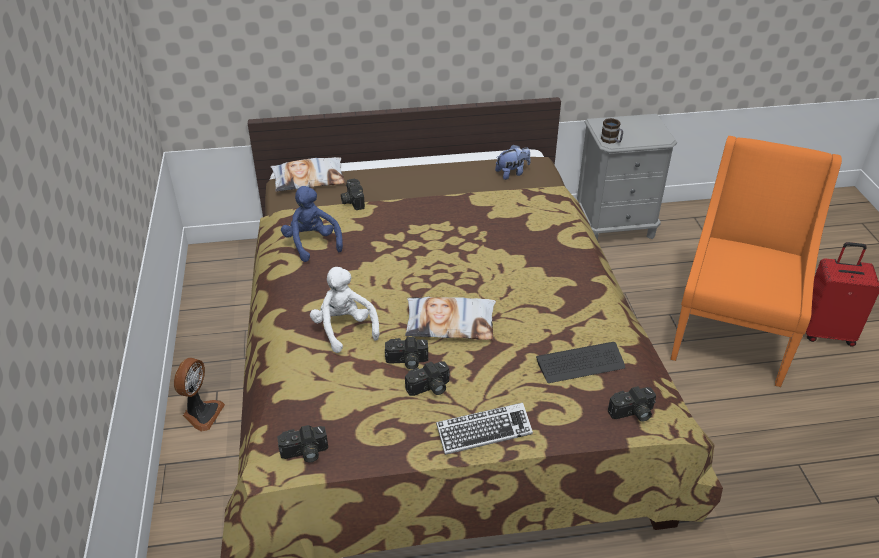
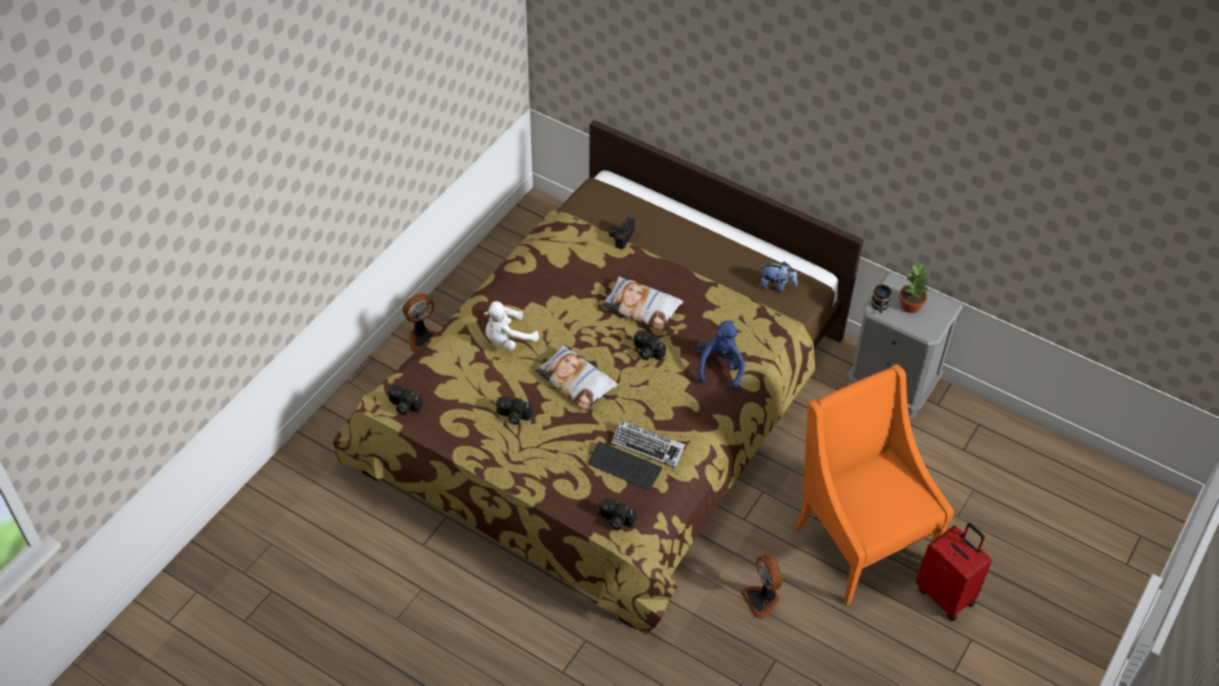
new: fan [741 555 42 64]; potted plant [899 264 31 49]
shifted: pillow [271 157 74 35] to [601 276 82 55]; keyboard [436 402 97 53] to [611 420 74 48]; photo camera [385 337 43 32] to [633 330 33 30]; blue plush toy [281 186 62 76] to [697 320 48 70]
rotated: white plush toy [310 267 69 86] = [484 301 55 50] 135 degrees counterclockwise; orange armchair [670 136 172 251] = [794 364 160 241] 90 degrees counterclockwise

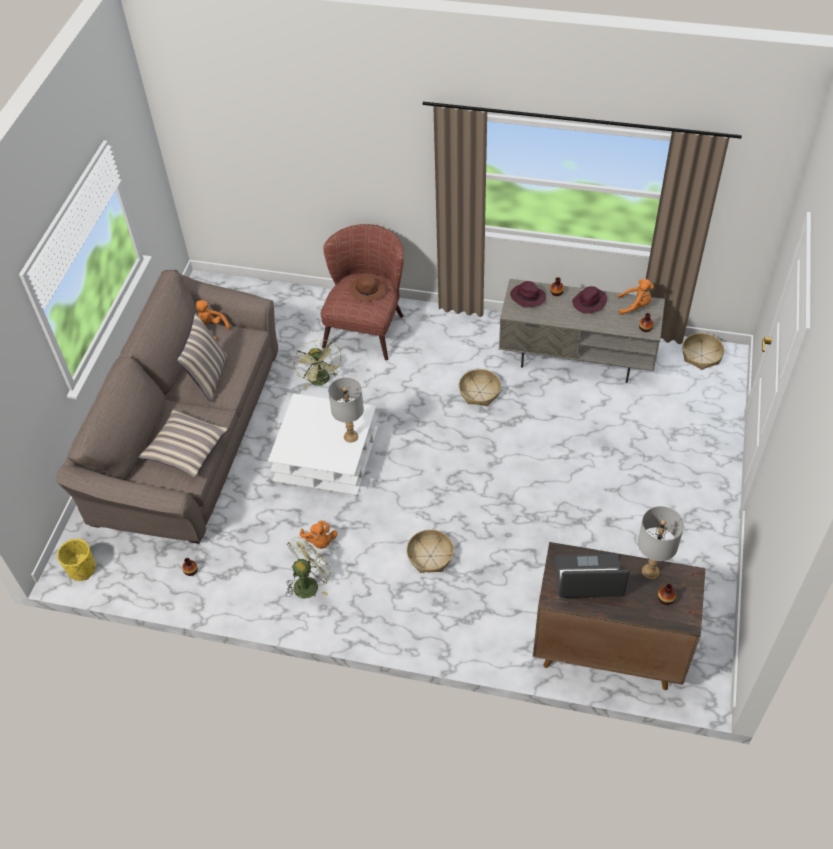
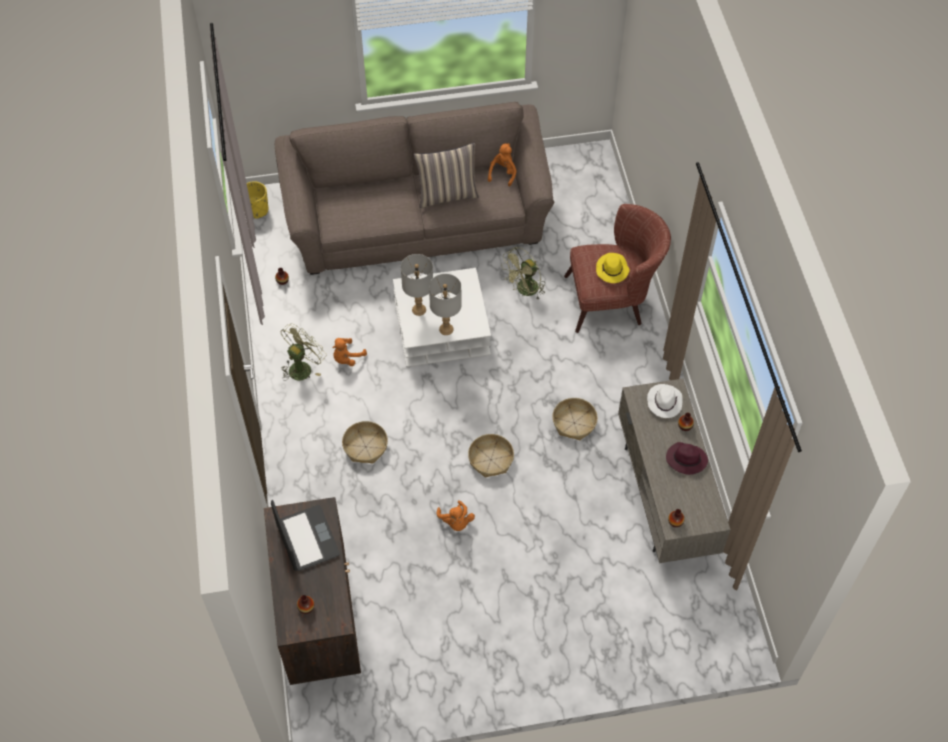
gone: pillow [138 408 92 69]
shifted: grey table lamp [638 506 46 73] to [401 254 32 62]; orange plush toy [617 279 37 36] to [437 500 38 31]; basket [682 333 43 37] to [468 434 46 43]
repainted: brown hat [350 275 35 27] to yellow hat [596 253 34 30]; purple hat [510 281 36 27] to white hat [647 384 36 34]
rotated: green fan [286 537 48 61] = [280 323 46 58] 75 degrees counterclockwise

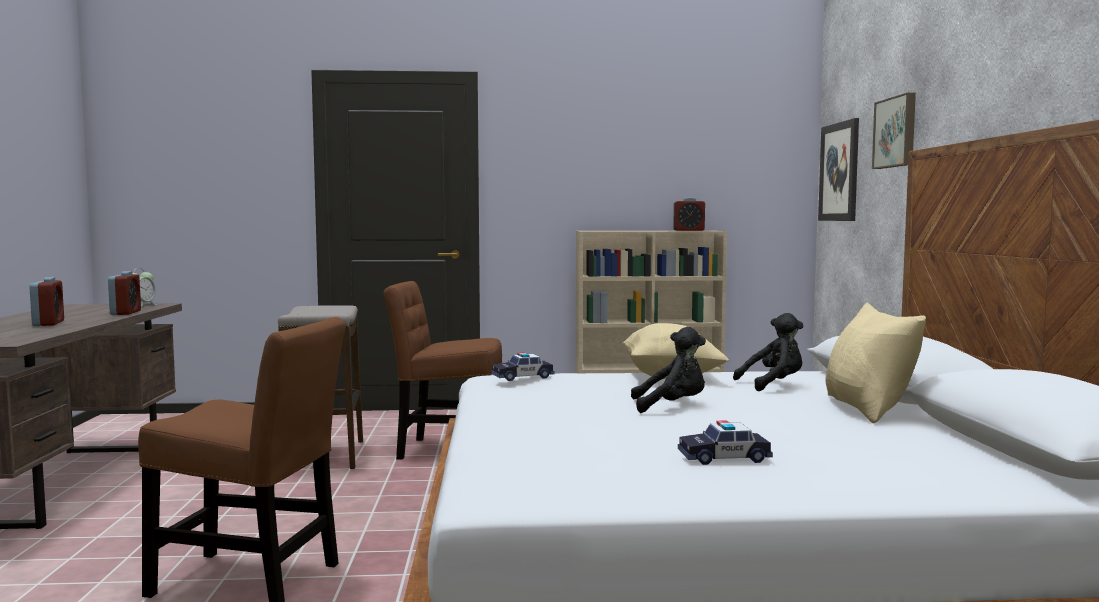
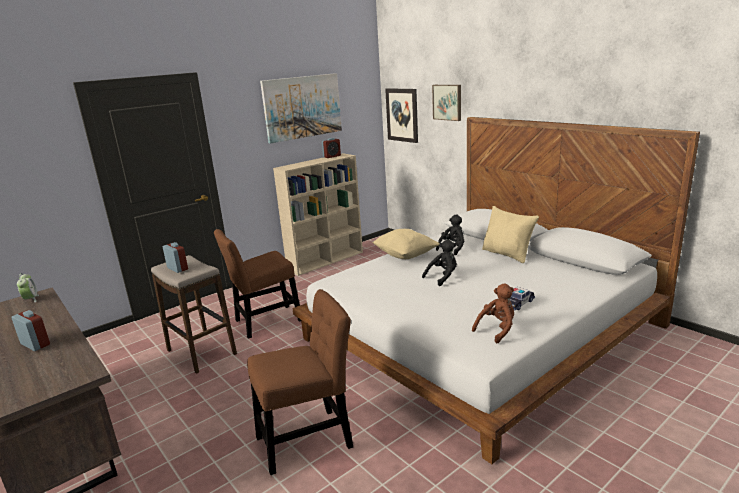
gone: toy car [491 352 63 29]
new: picture [260 73 82 71]; brown plush toy [472 283 42 60]
shifted: alarm clock [108 271 33 44] to [163 242 25 31]

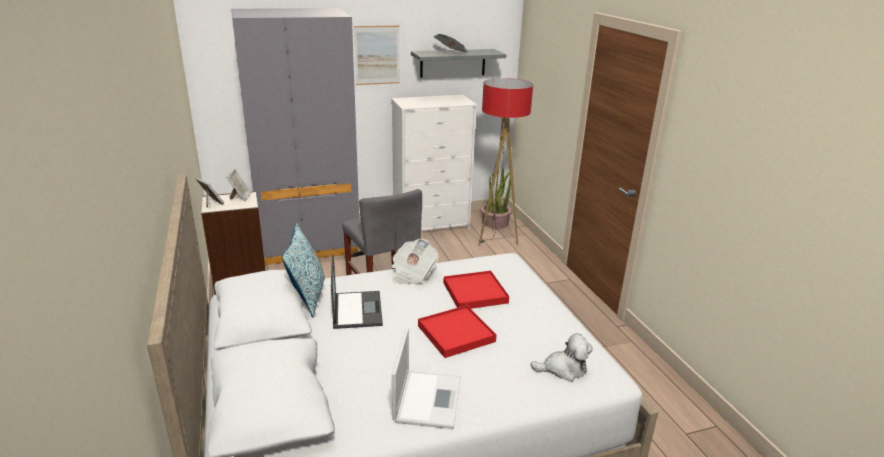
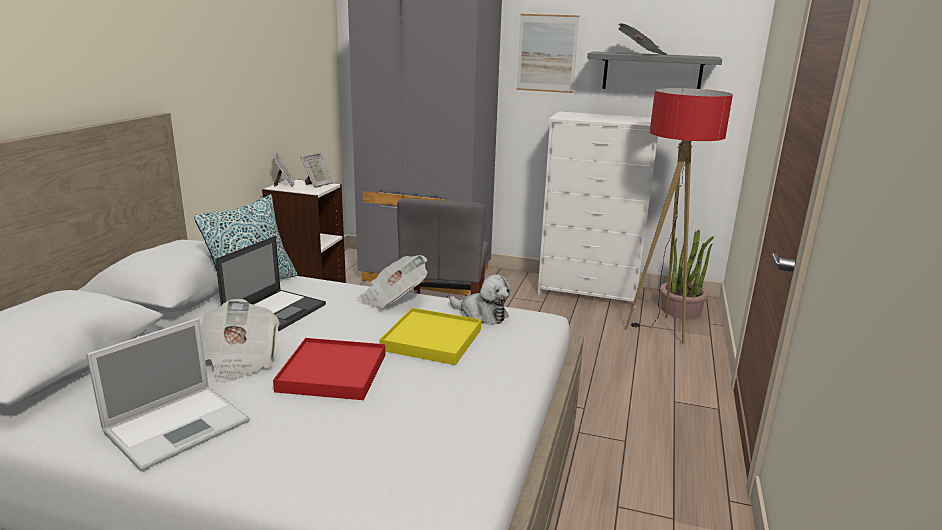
new: newspaper [200 299 80 84]
shifted: plush toy [530 333 63 49] to [450 274 61 51]
repainted: red tray [443 271 66 38] to yellow tray [379 308 102 57]

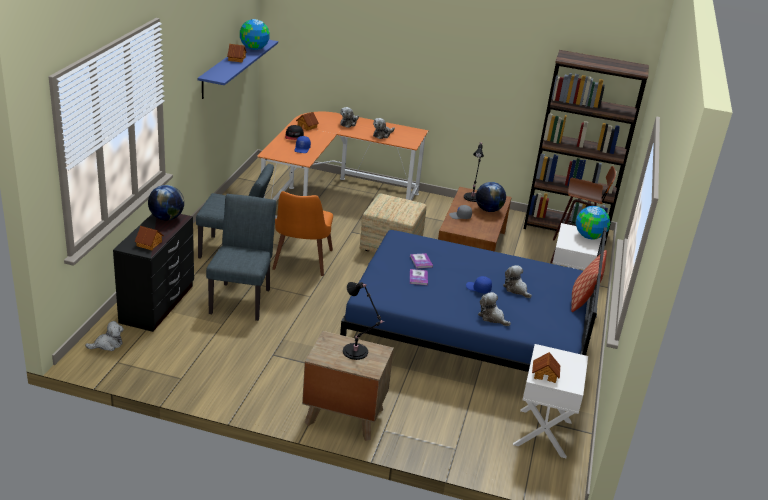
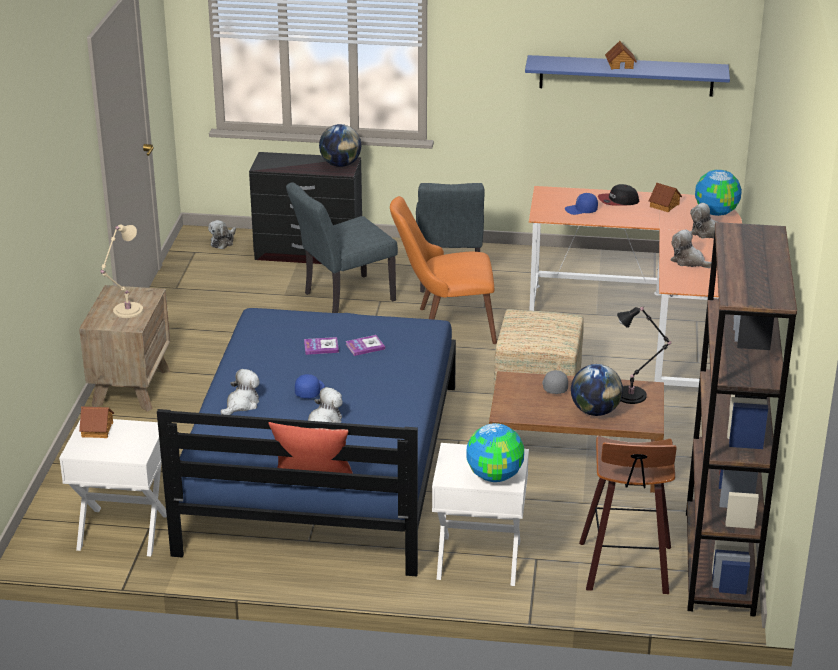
gone: toy house [135 226 29 24]
shifted: globe [240 19 30 31] to [695 170 47 46]
repainted: black table lamp [343 282 41 78] to beige table lamp [100 224 43 94]
rotated: plush toy [85 321 39 30] = [208 220 28 29] 60 degrees clockwise; grey chair [206 194 70 127] = [286 182 112 131] 150 degrees clockwise

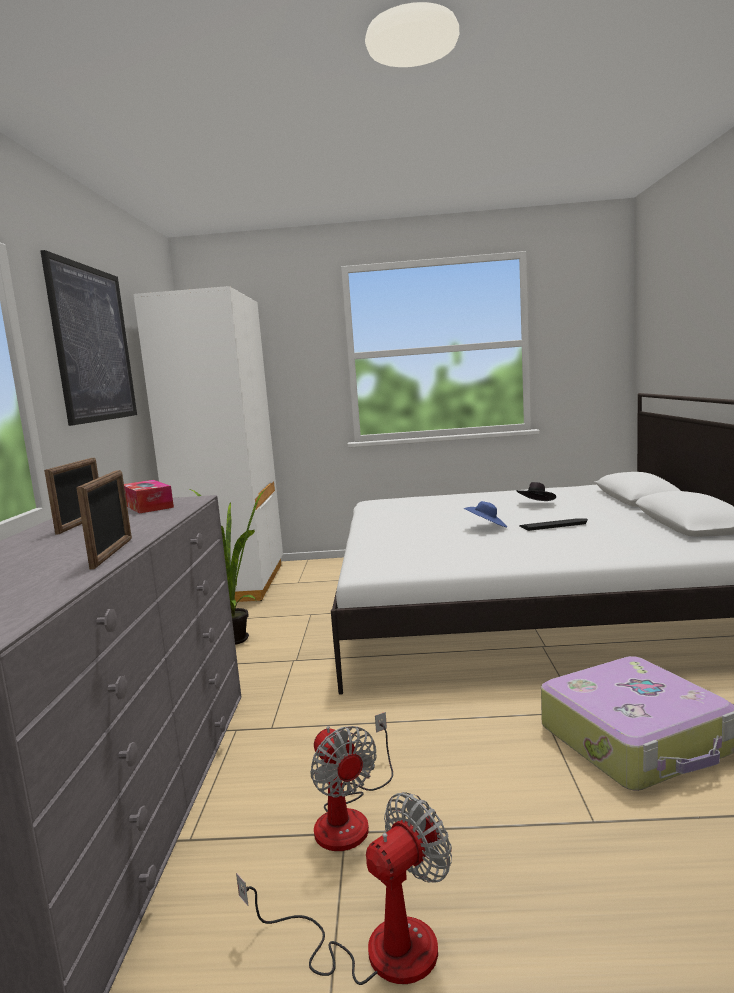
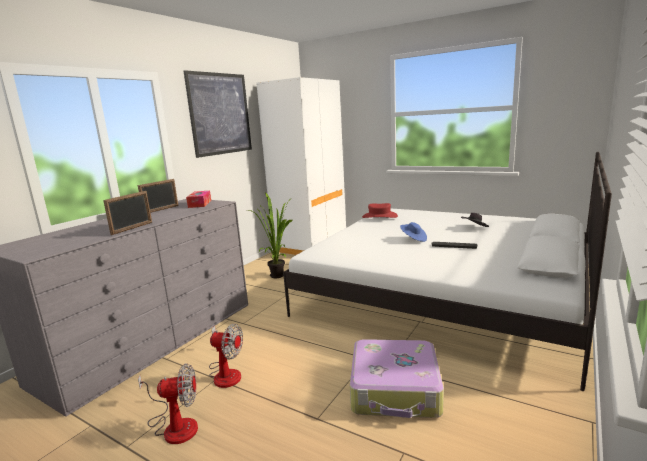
new: red hat [362 203 36 15]
rotated: fan [310 712 83 139] = [209 324 34 64] 75 degrees counterclockwise

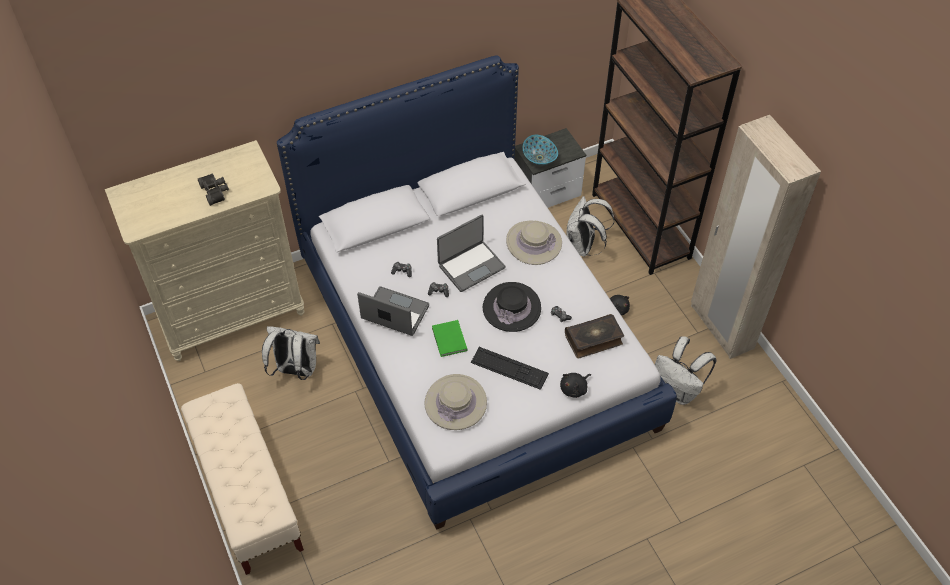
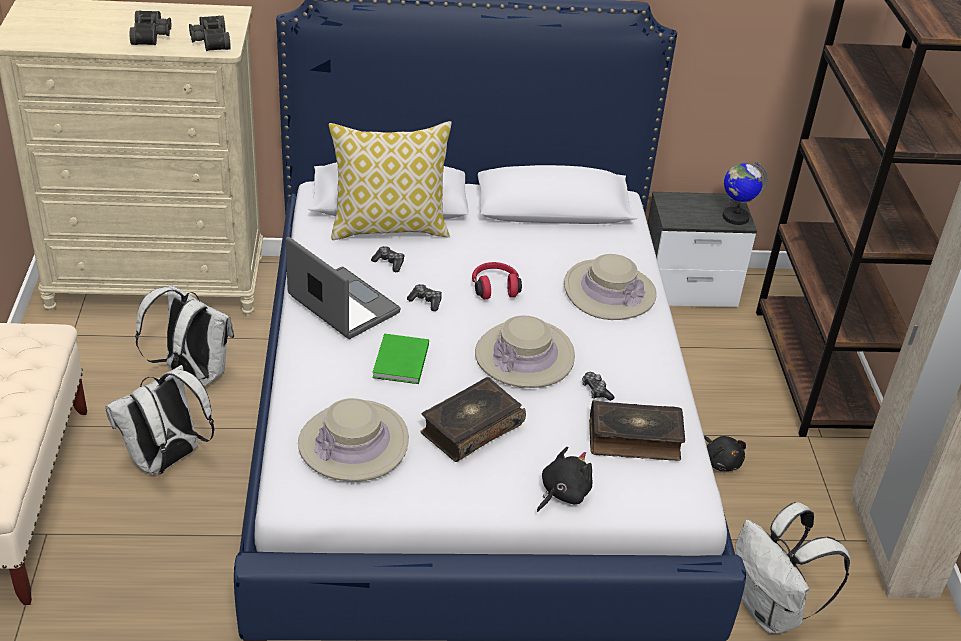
gone: bowl [523 135 35 30]
new: black binoculars [189 15 42 36]; pillow [329 121 123 119]; globe [723 162 45 63]
shifted: white backpack [567 196 47 61] to [105 365 110 110]
swapped: keyboard [471 347 78 43] to book [420 377 106 85]; laptop [437 215 69 77] to red headphones [472 262 50 37]
repainted: black hat [483 282 58 50] to beige hat [475 316 100 72]
rotated: black plush toy [560 373 31 25] = [537 447 55 65] 150 degrees clockwise

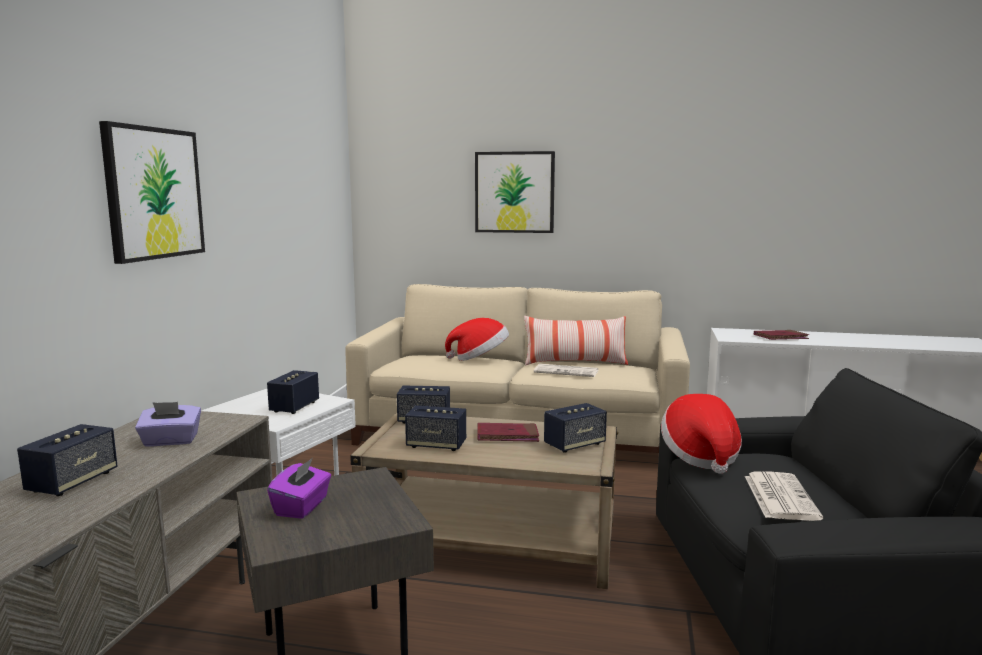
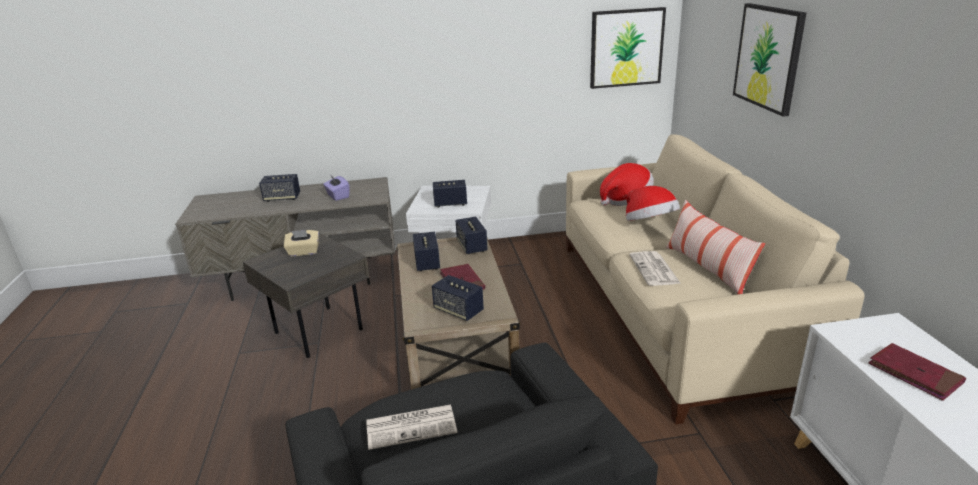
shifted: picture [99 121 106 143] to [590 7 76 82]; hat [661 394 81 80] to [600 163 54 43]
repainted: purple tissue box [267 458 64 61] to beige tissue box [284 230 35 26]

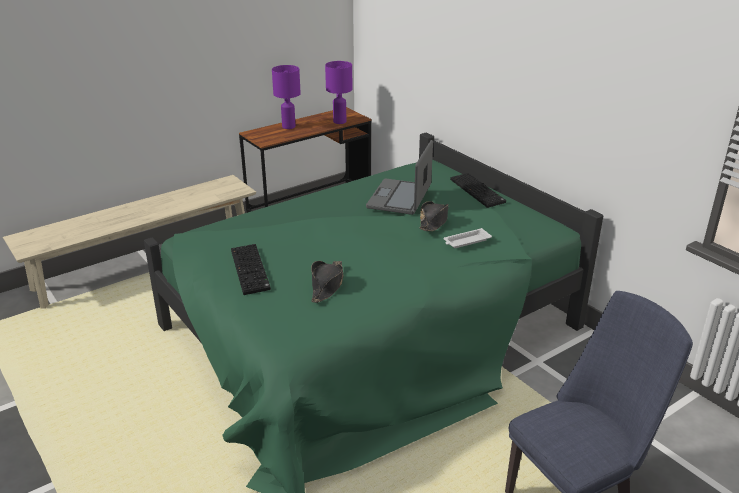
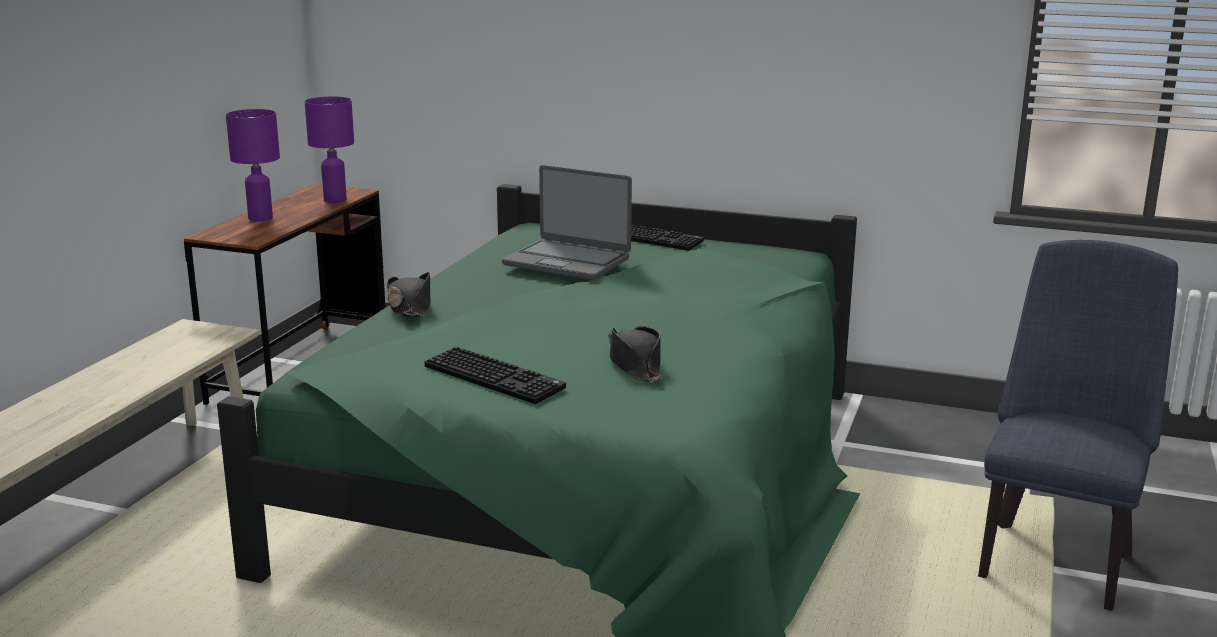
gone: white tray [444 228 48 20]
shifted: black hat [419 201 30 30] to [387 272 44 45]
rotated: laptop [366 140 67 75] = [502 165 130 115] 45 degrees counterclockwise

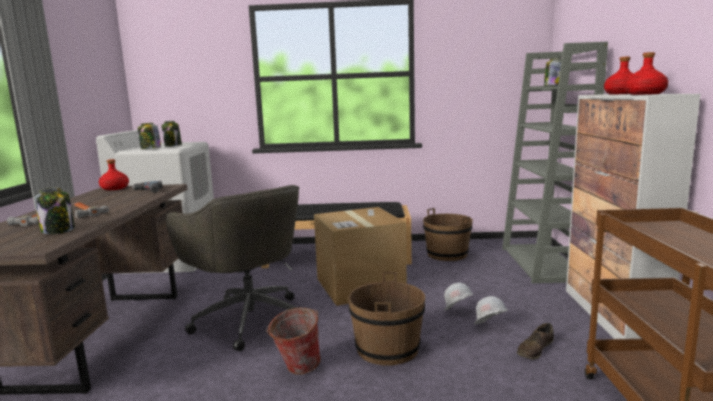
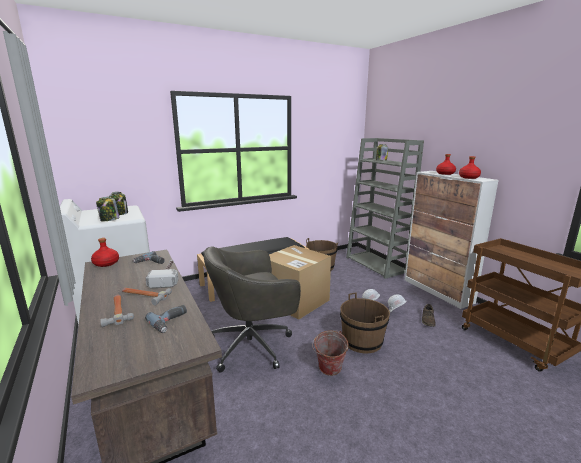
new: hammer [146 260 32 29]
swapped: jar [35 188 40 46] to power drill [145 305 42 28]
rotated: grey office chair [165 185 134 166] = [204 246 97 127] 135 degrees clockwise

